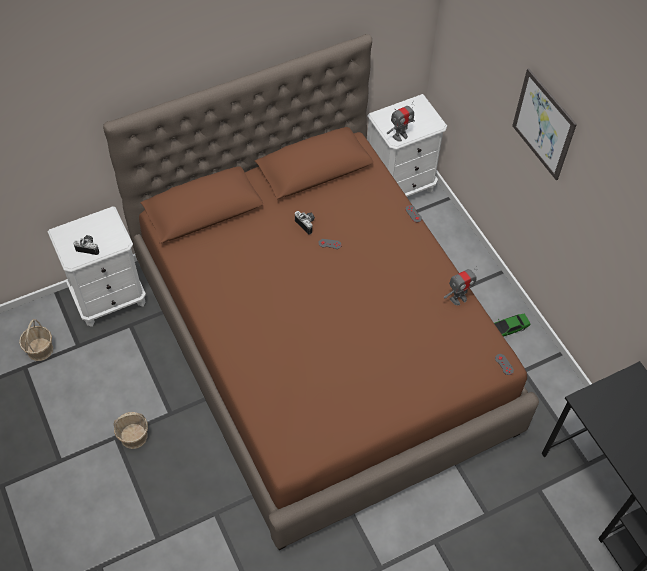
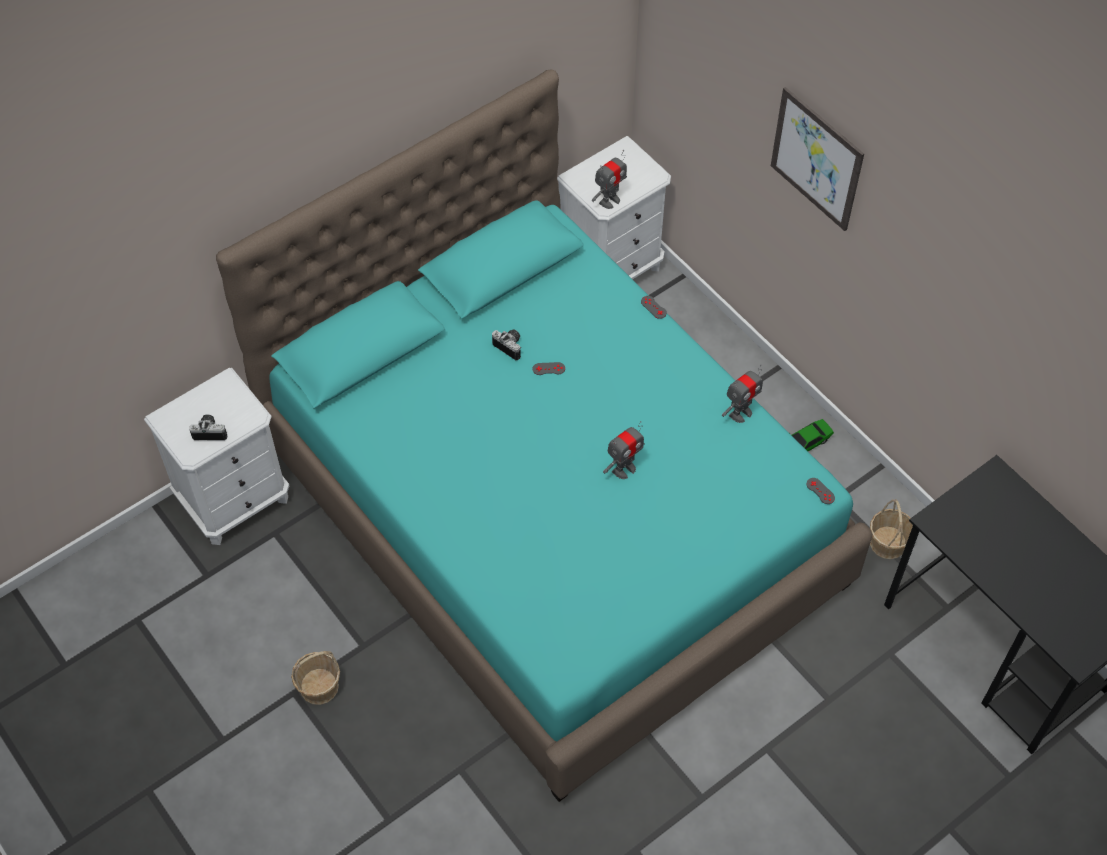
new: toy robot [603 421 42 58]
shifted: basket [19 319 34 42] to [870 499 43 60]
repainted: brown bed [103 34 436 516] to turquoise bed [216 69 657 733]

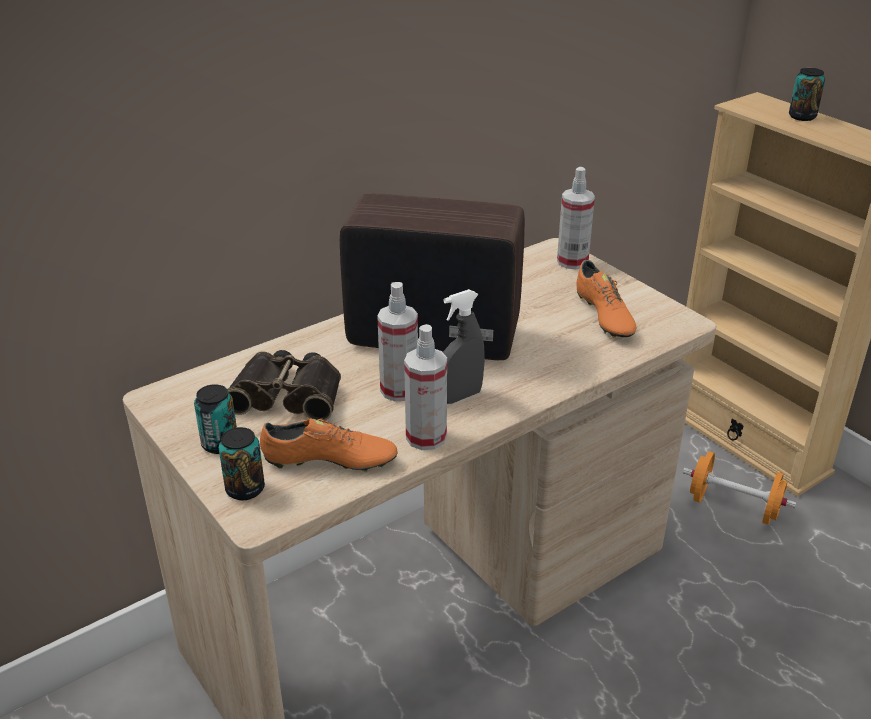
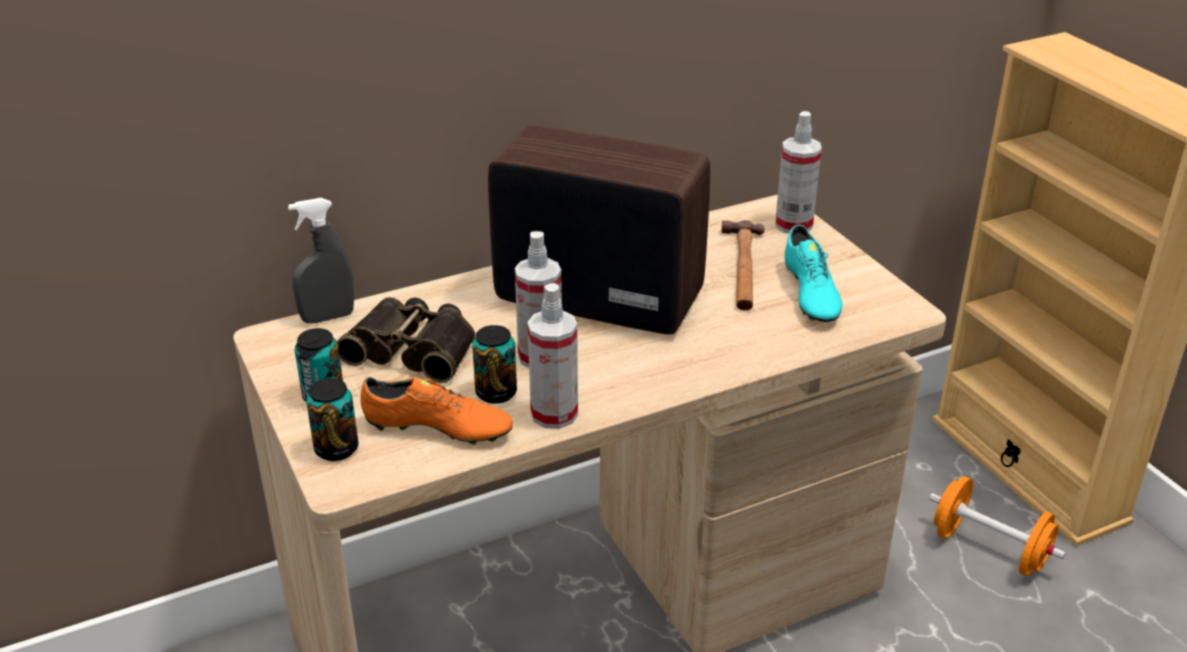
new: hammer [722 220 43 90]
shifted: grey spray bottle [443 289 42 115] to [288 198 66 126]; can [789 68 36 53] to [472 325 45 79]
repainted: orange shoe [577 260 59 78] to turquoise shoe [785 225 57 97]

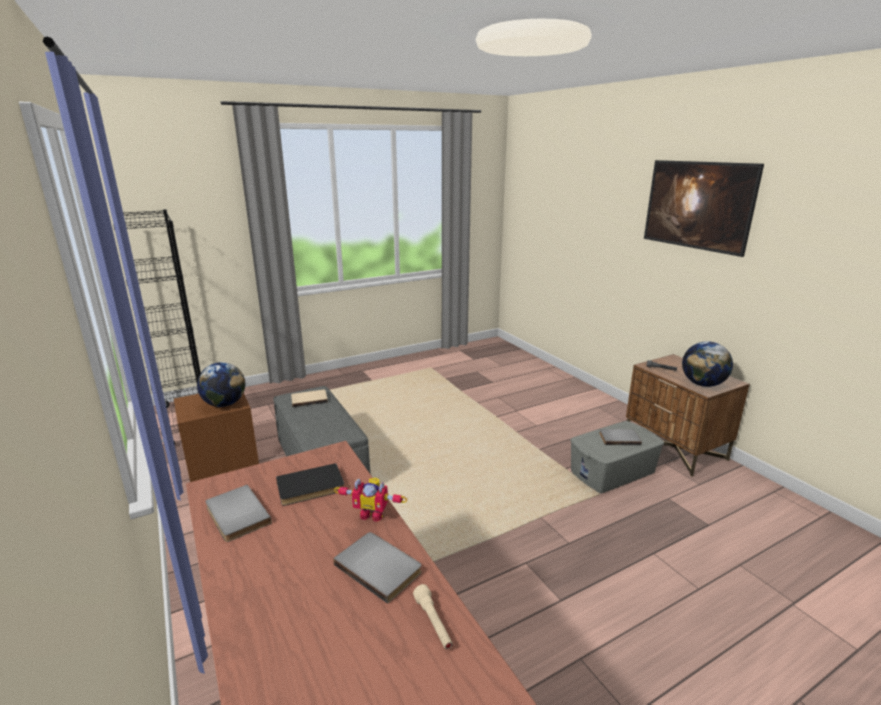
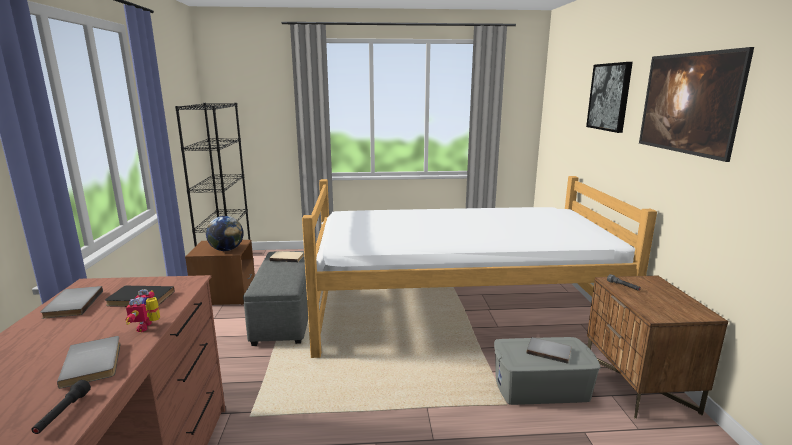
gone: globe [682 341 51 46]
new: bed [302 176 355 182]; picture [586 62 47 71]
repainted: beige flashlight [413 584 40 65] to black flashlight [31 380 60 54]
rotated: toy robot [334 478 73 44] = [125 289 35 43] 45 degrees clockwise

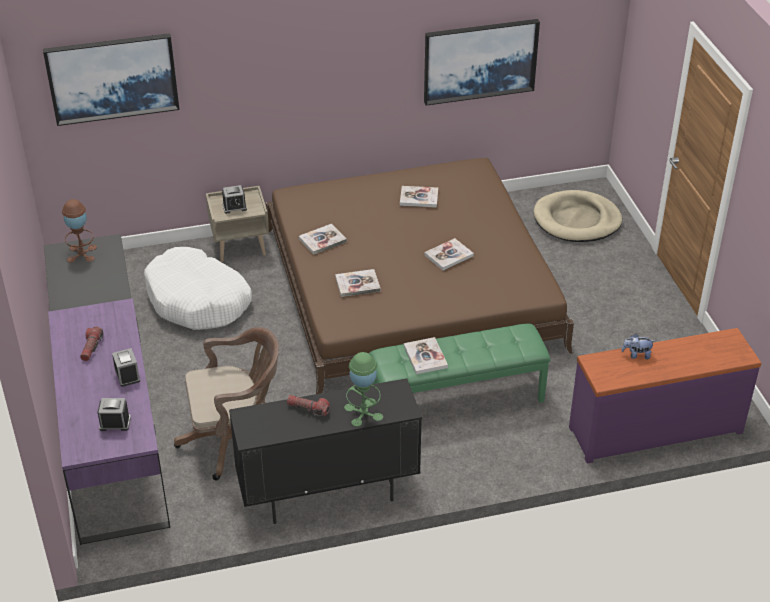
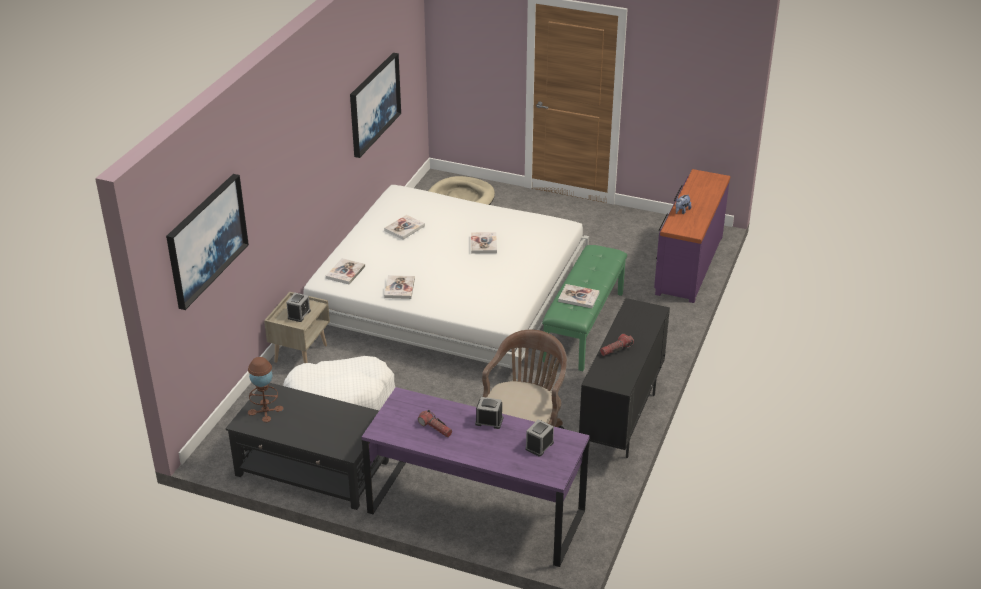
gone: green table lamp [344 352 39 75]
shifted: book [335 269 45 28] to [326 258 39 27]
repainted: brown bed [266 158 308 236] to white bed [304 185 285 196]

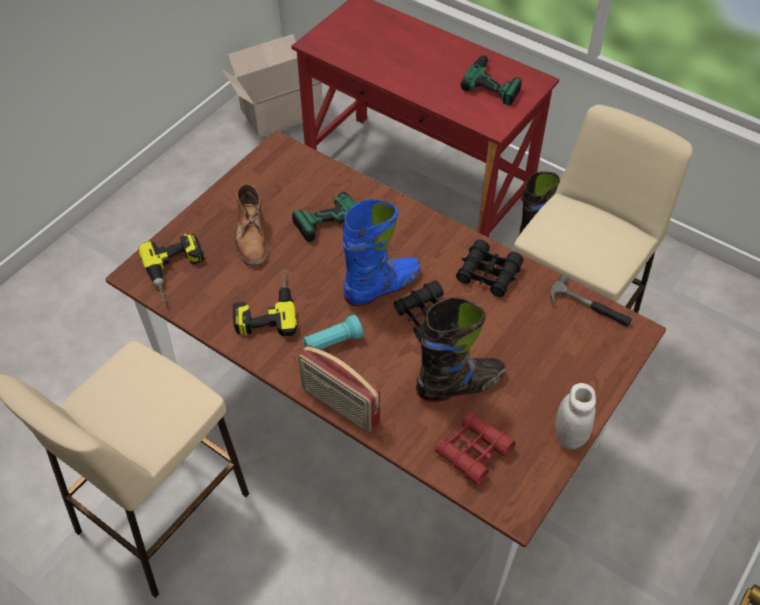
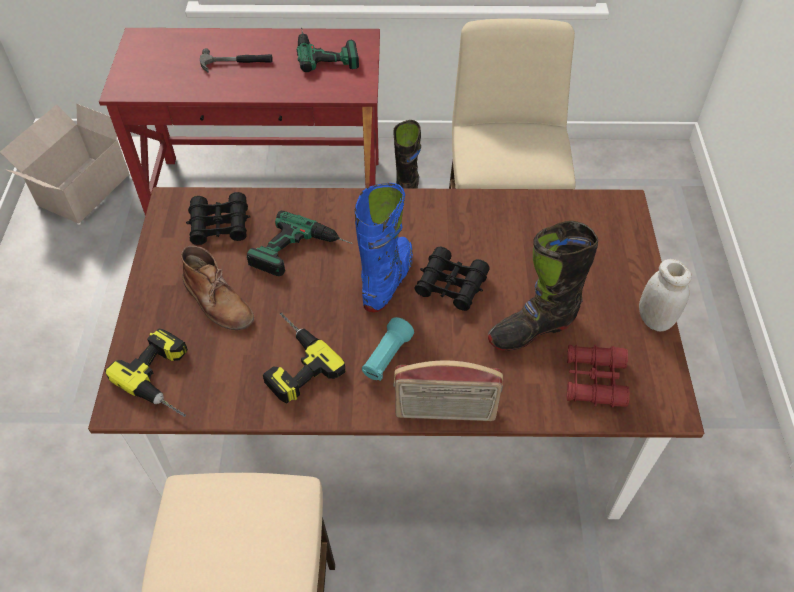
shifted: black binoculars [456 239 67 58] to [186 192 64 53]; hammer [550 275 82 51] to [200 48 73 25]
rotated: black boot [416 297 90 105] = [488 221 110 130] 150 degrees counterclockwise

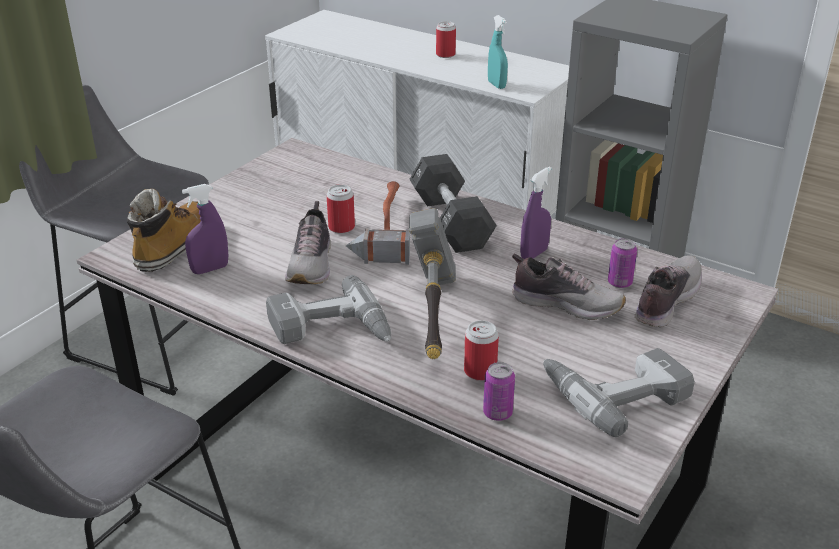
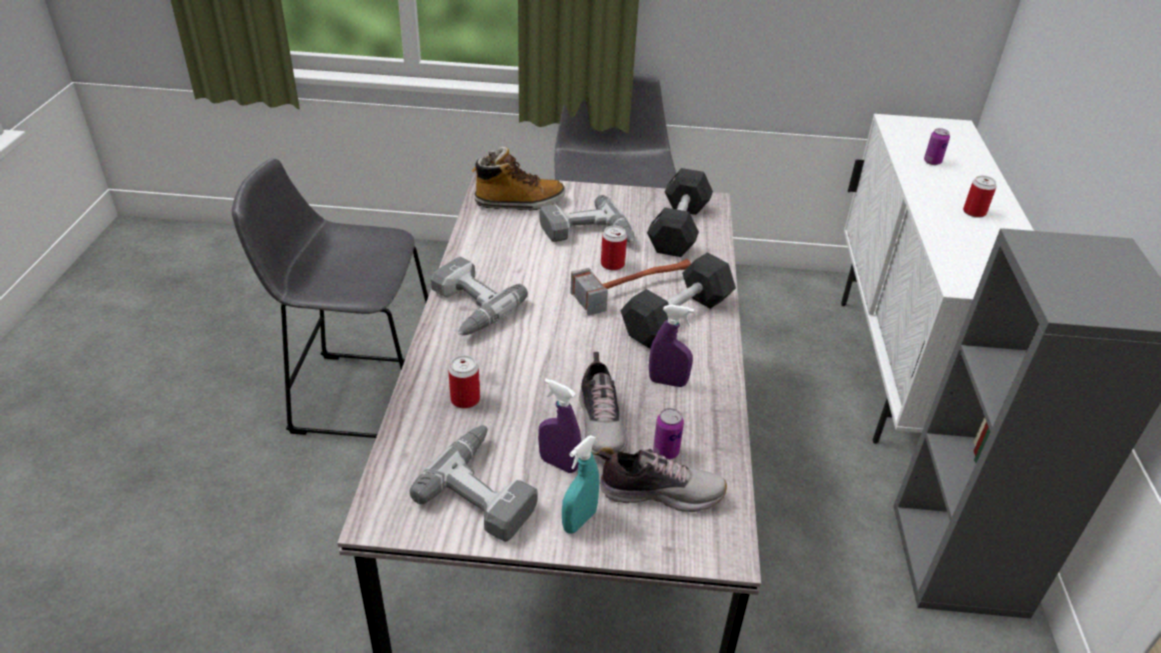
gone: shoe [285 201 46 83]; hammer [409 208 47 151]
new: power drill [540 195 95 48]; black dumbbell [647 168 66 89]
shifted: purple spray bottle [182 184 46 90] to [538 378 43 95]; turquoise spray bottle [488 15 20 74] to [562 435 38 99]; can [483 362 32 59] to [924 128 26 37]

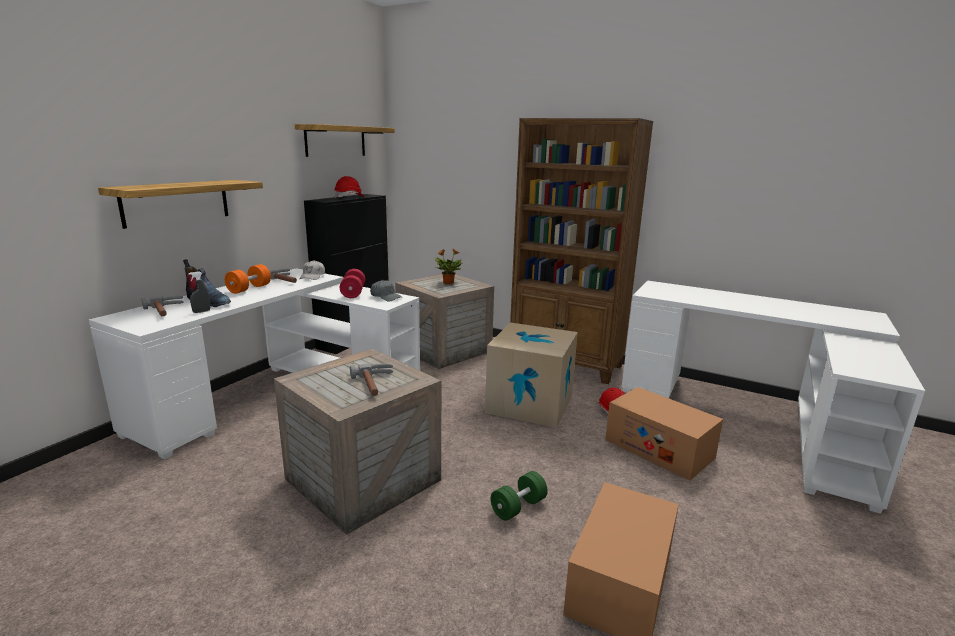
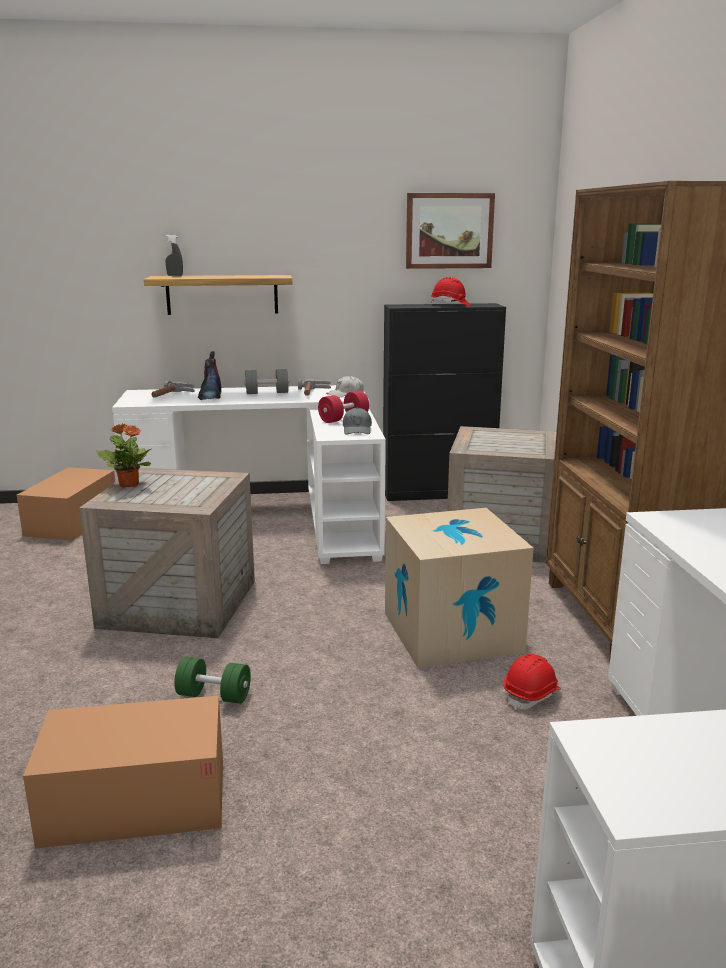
gone: hammer [350 363 43 33]
shifted: cardboard box [605 387 118 93] to [17 467 98 74]; potted plant [434 248 29 36] to [96 423 55 65]; grey spray bottle [188 271 22 42] to [165 235 18 41]
swapped: shelf [295 124 100 33] to picture [406 193 89 76]
repainted: orange dumbbell [225 264 46 30] to grey dumbbell [244 369 45 25]

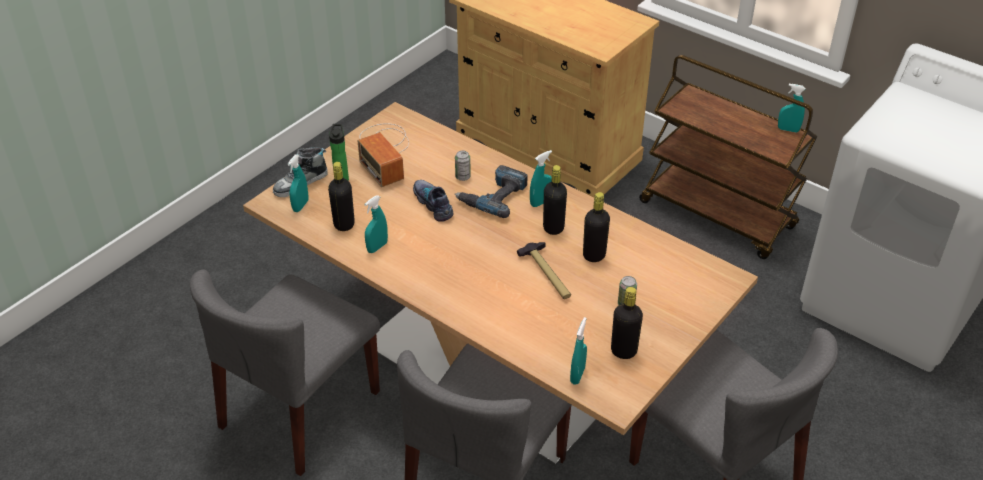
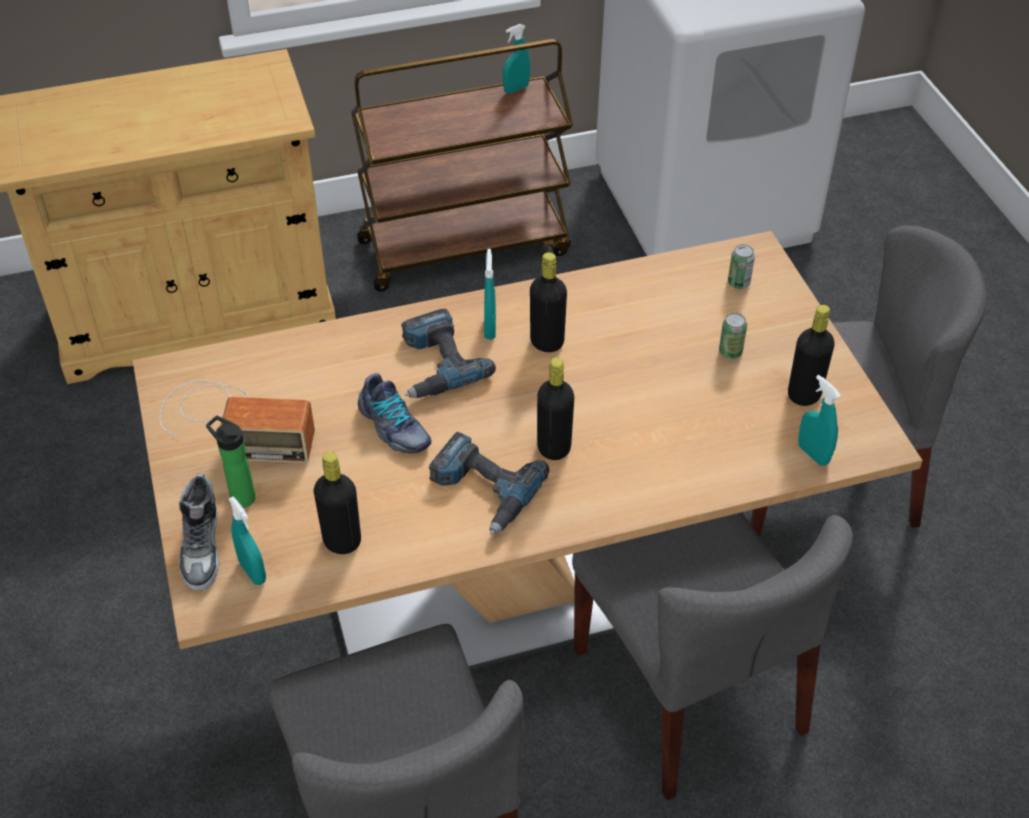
gone: turquoise spray bottle [364 195 24 58]; hammer [517 242 54 57]
new: power drill [429 432 120 103]
shifted: black bottle [583 192 27 70] to [537 357 37 103]; can [455 151 16 30] to [728 244 27 45]
rotated: shoe [413 180 41 42] = [358 373 74 80] 135 degrees counterclockwise

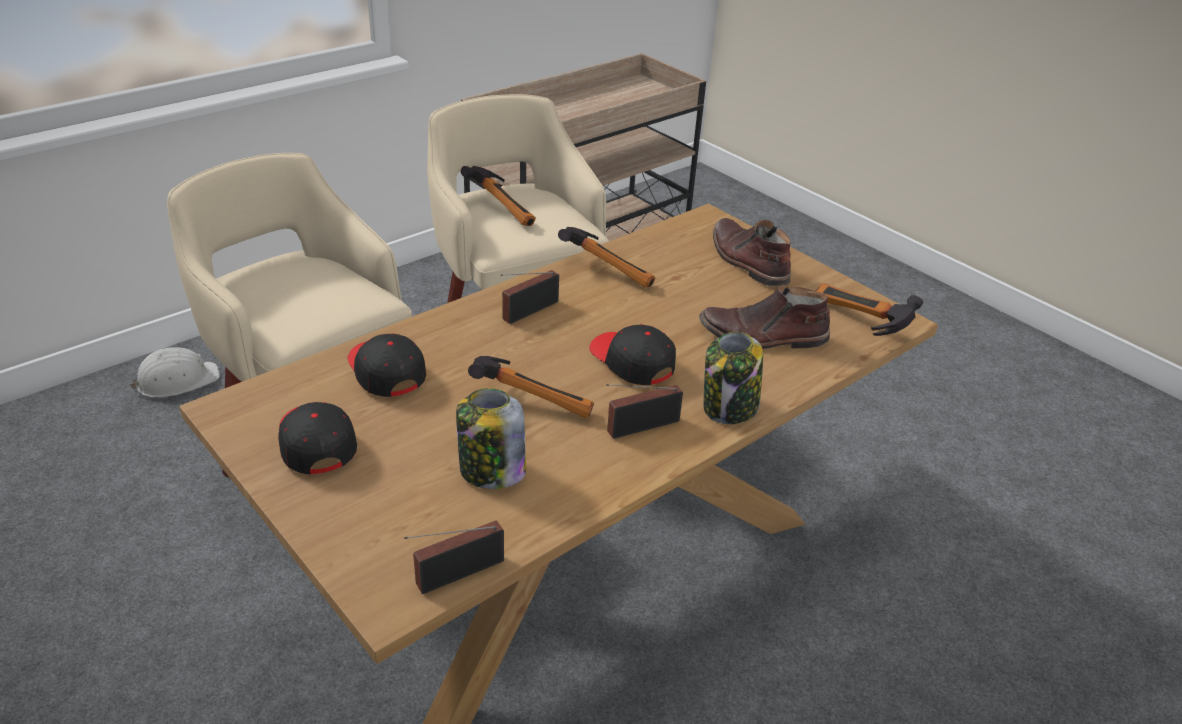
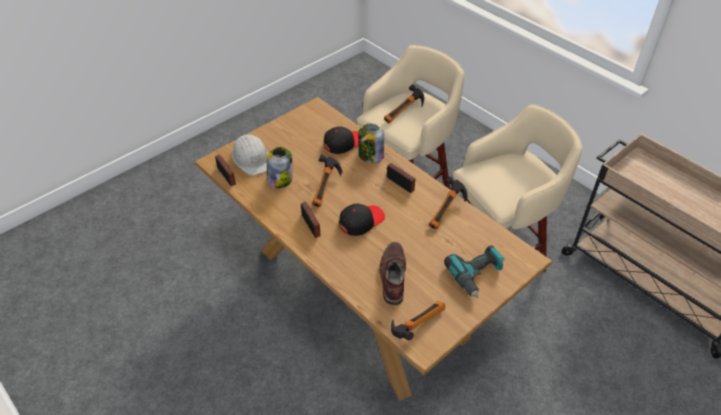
gone: black cap [278 402 79 72]
shifted: white hard hat [129 347 91 51] to [232 134 36 42]; jar [704 332 59 92] to [358 124 26 39]; hammer [461 166 75 60] to [384 84 40 39]
swapped: brown boot [713 218 78 68] to power drill [444 245 60 53]

